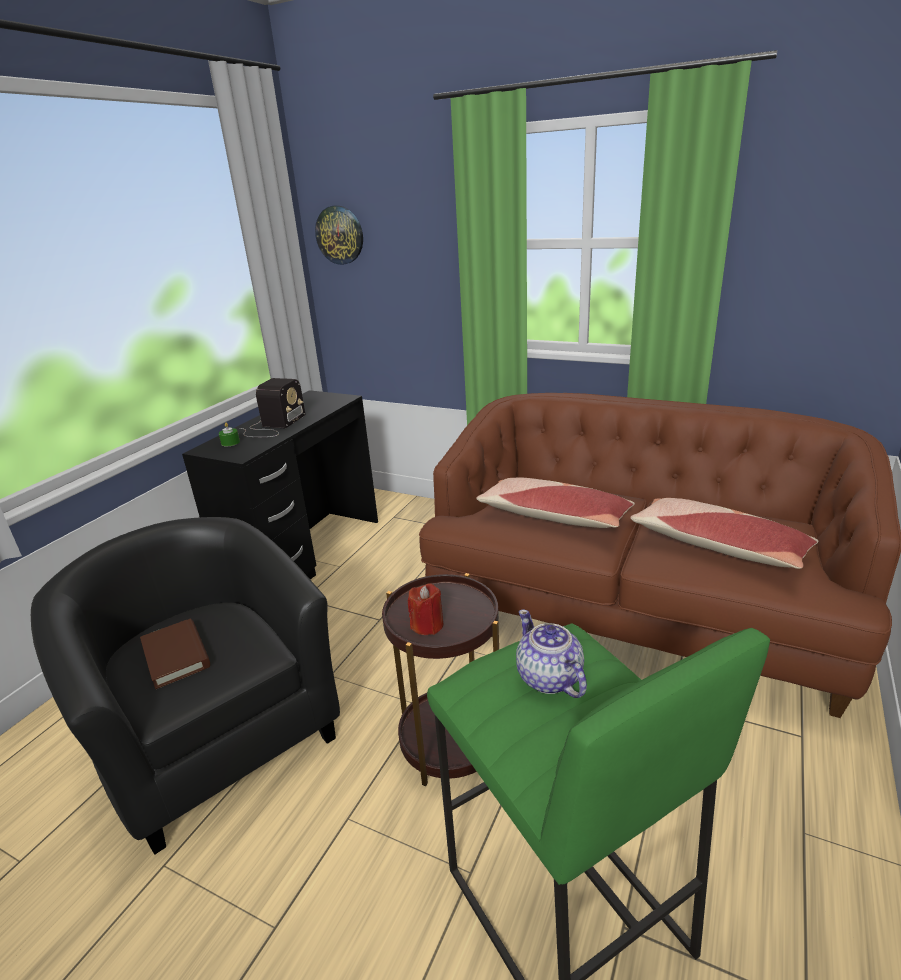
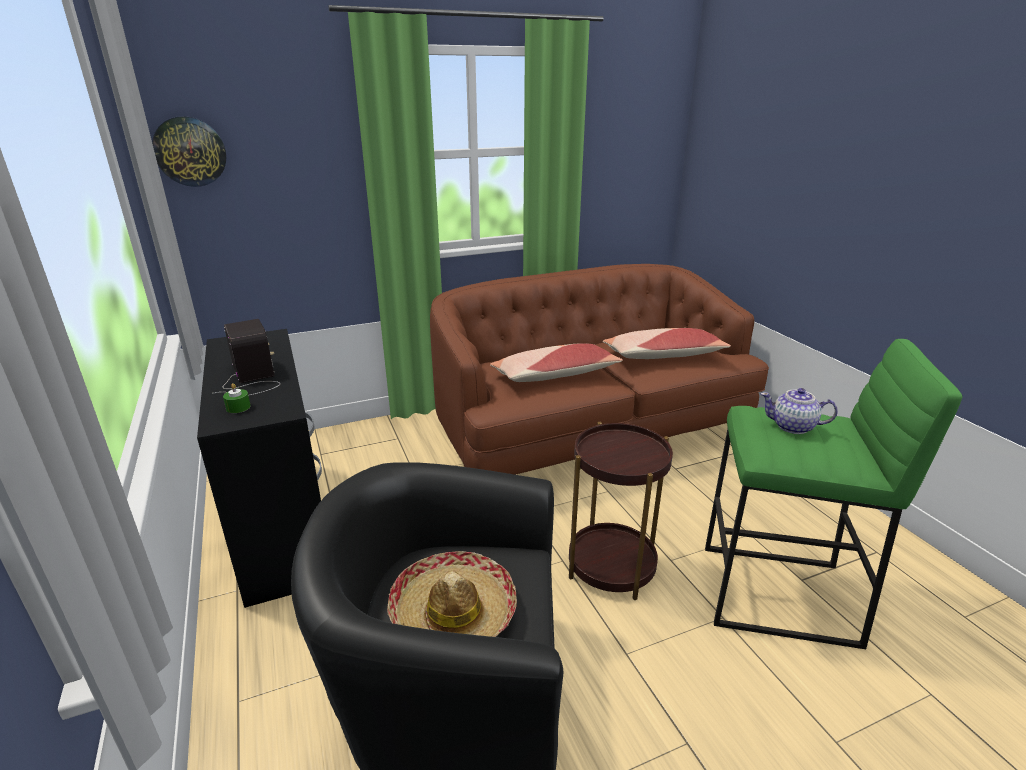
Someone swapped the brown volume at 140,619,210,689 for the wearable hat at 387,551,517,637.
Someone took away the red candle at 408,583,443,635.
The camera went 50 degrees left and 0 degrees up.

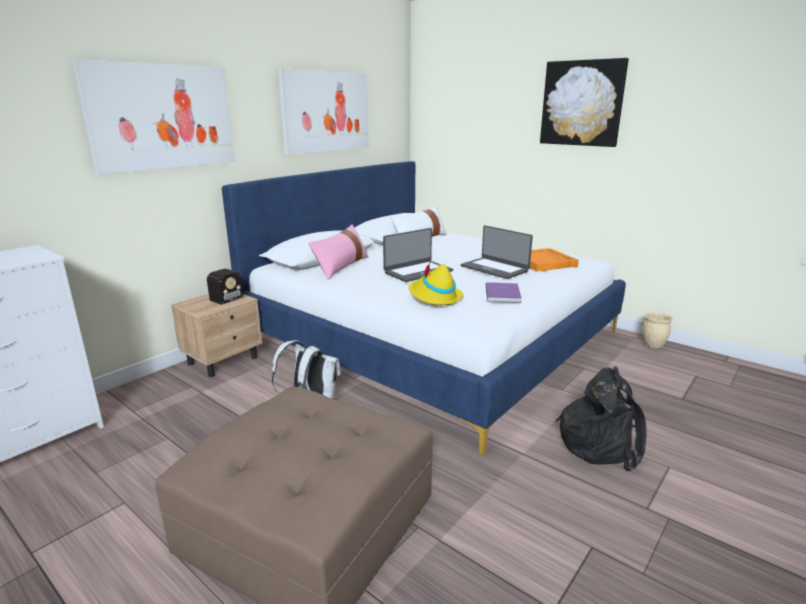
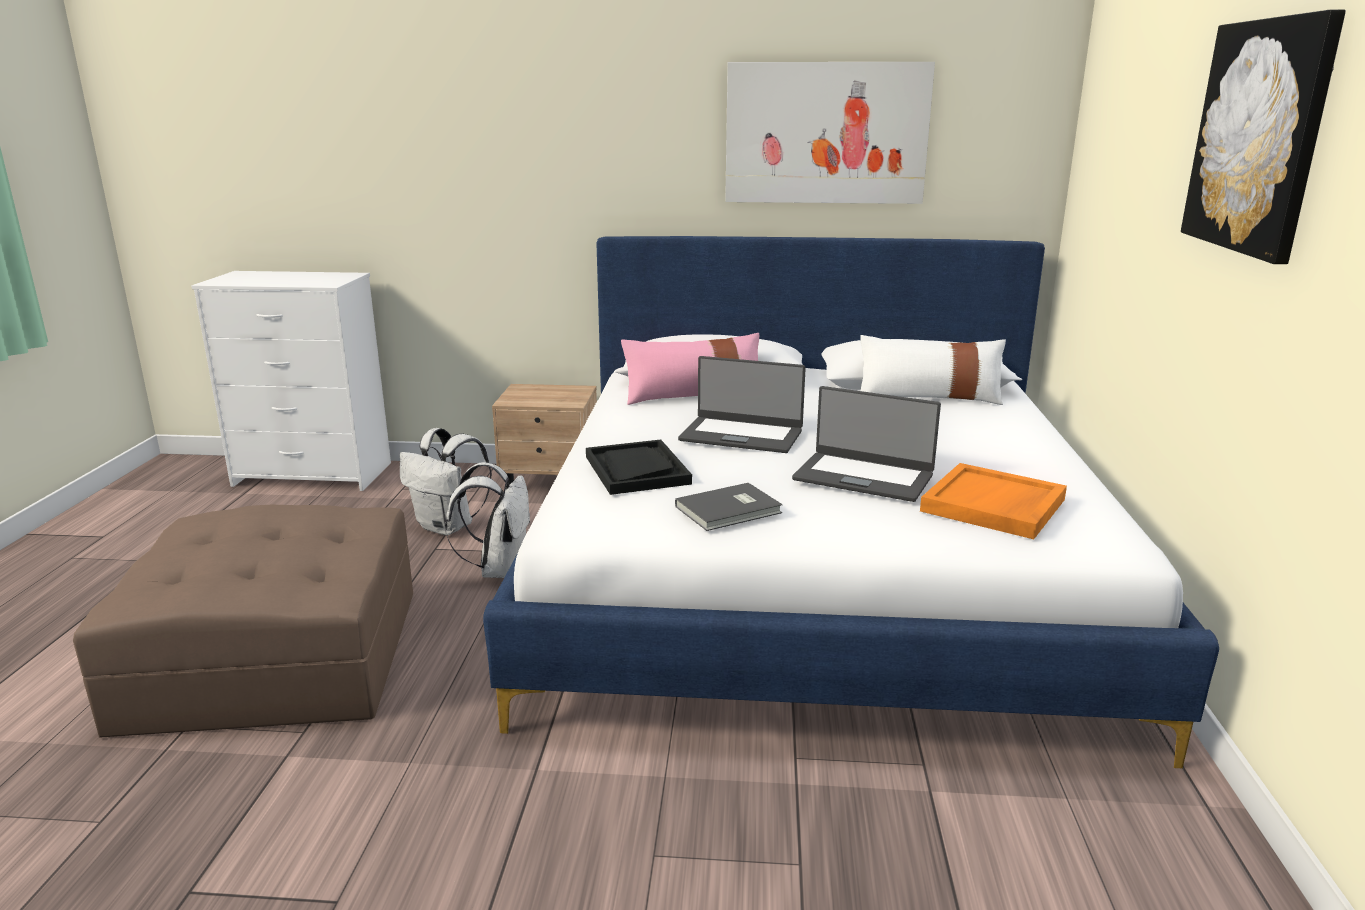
Someone took away the wall picture at 72,59,235,174.
Someone took away the radio set at 193,269,244,309.
Someone swapped the yellow wearable hat at 409,263,463,305 for the blackish tray at 586,439,692,495.
Someone rotated the laptop at 461,225,533,279 by 75 degrees counterclockwise.
Someone repainted the purple-coloured volume at 485,282,522,303, which became the gray volume at 675,483,783,531.
Someone took away the blackish rucksack at 556,366,647,471.
Someone took away the beige-coloured planter at 642,312,673,348.
Someone put down the white-coloured rucksack at 400,428,492,536.
The camera went 55 degrees right and 0 degrees up.

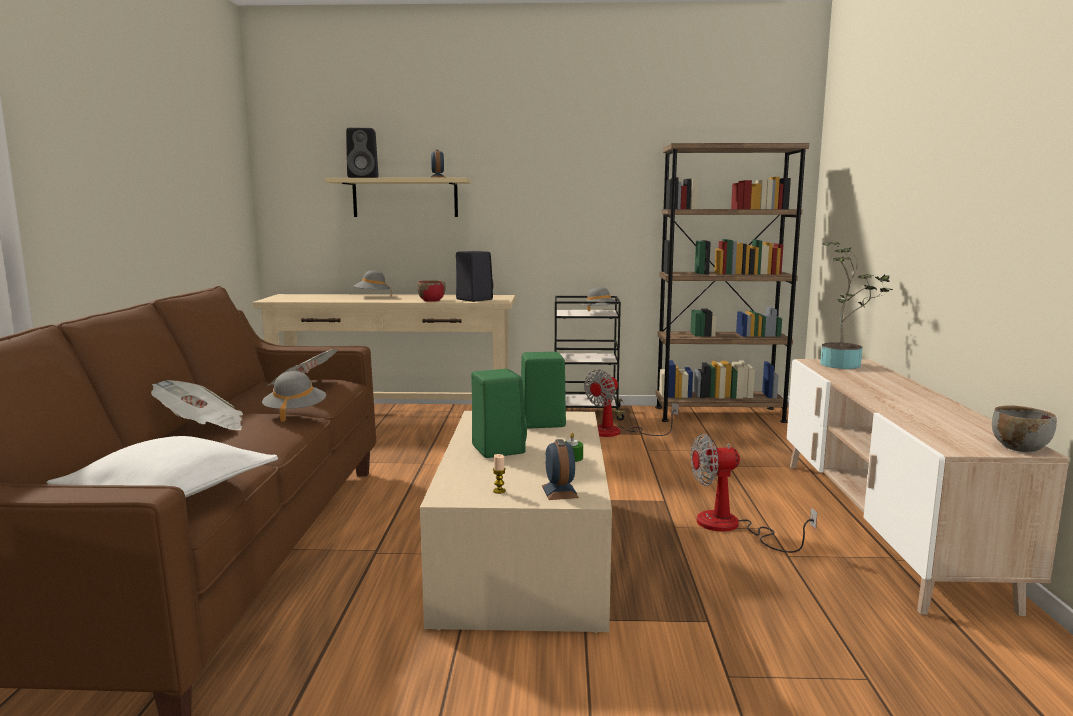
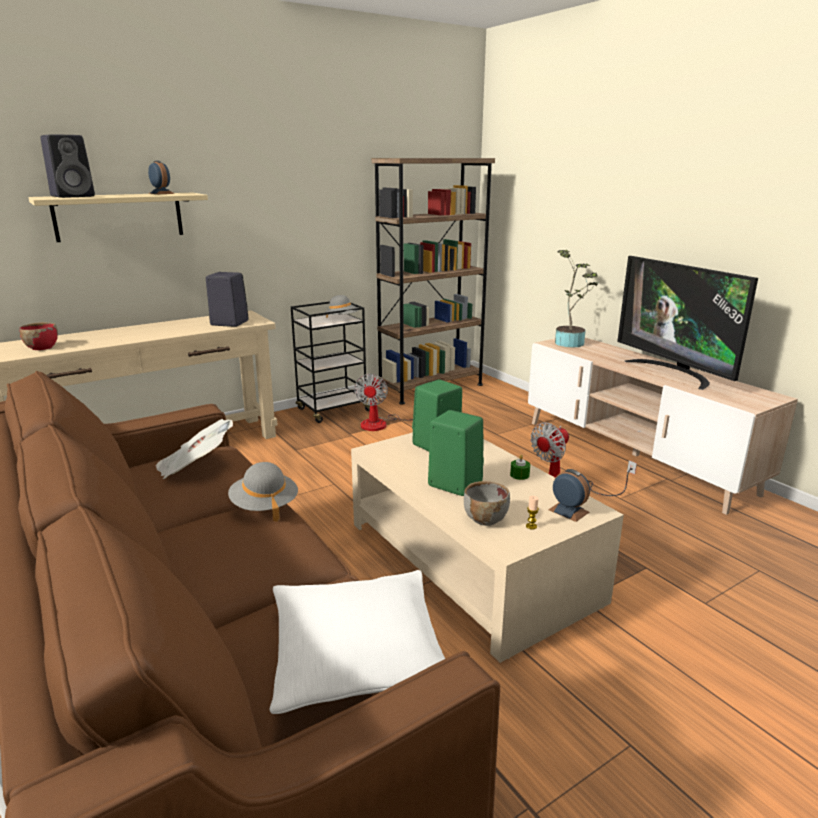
Someone took away the daily paper at 151,380,243,430.
Someone took away the gray wearable hat at 354,270,392,296.
Someone carried the red deep dish from 417,280,446,302 to 19,322,58,350.
Someone carried the gray deep dish from 992,405,1057,452 to 464,481,510,526.
Someone put down the TV at 617,256,758,390.
The camera went 35 degrees left and 10 degrees up.

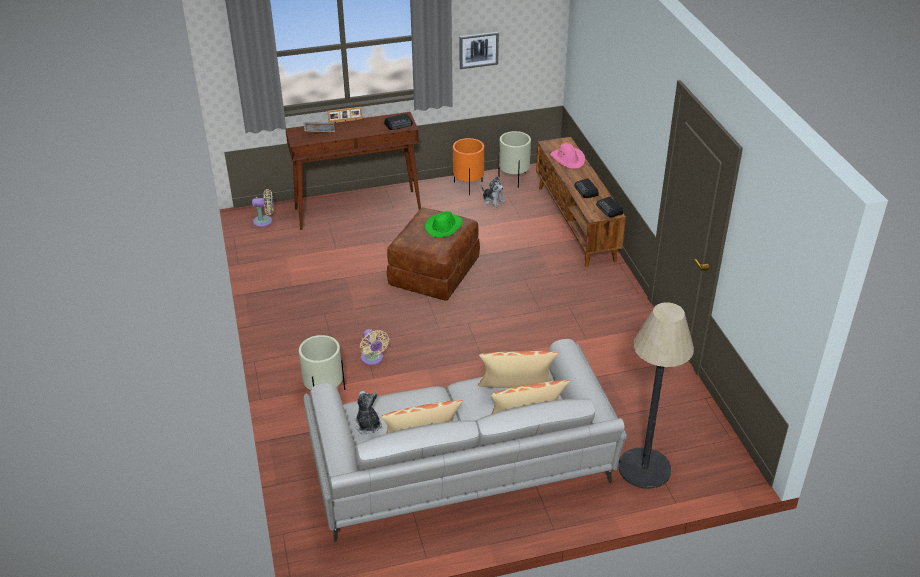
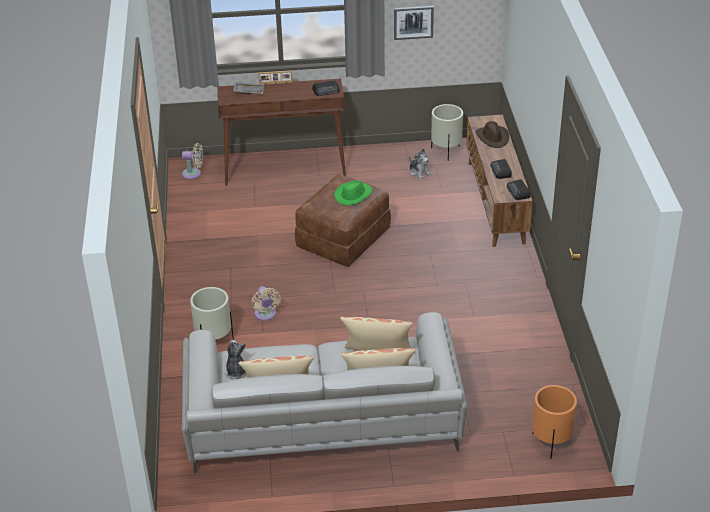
Someone carried the orangey planter from 453,138,484,195 to 532,385,577,459.
Someone repainted the pink-coloured wearable hat at 550,143,585,169, which became the brown wearable hat at 476,121,509,148.
Someone took away the floor lamp at 618,302,694,489.
The camera went 10 degrees right and 0 degrees up.

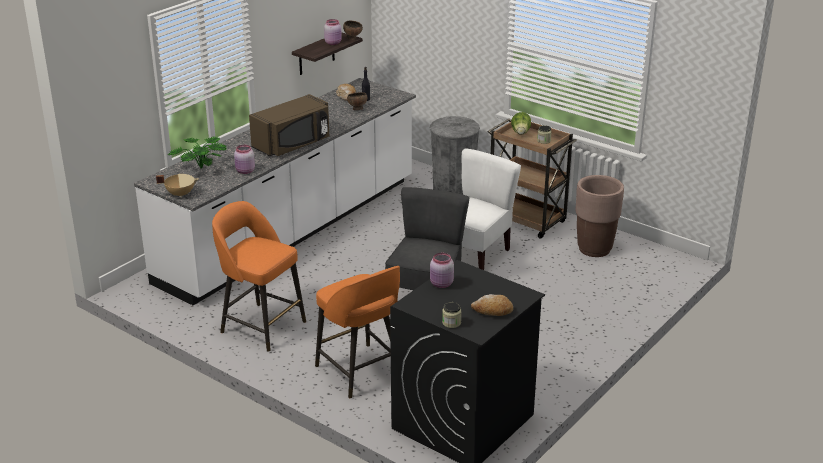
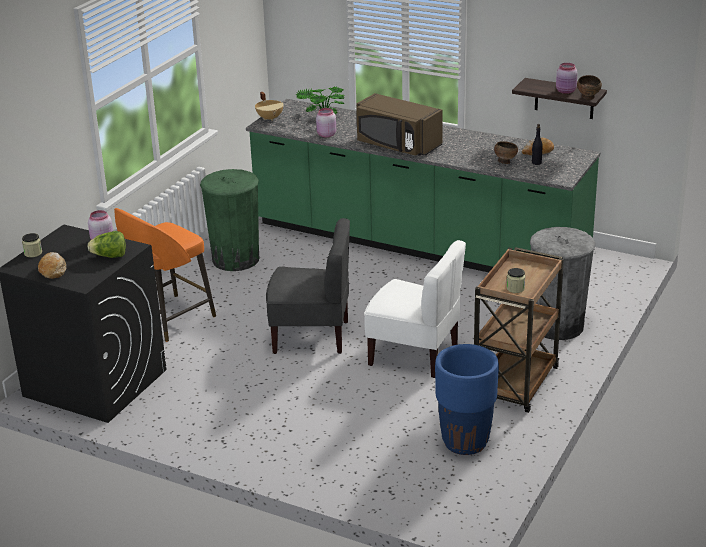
Someone repainted the white-coloured counter at 134,78,416,305, which became the greenish counter at 246,99,600,272.
Someone swapped the orangey sitting stool at 212,201,306,352 for the greenish waste bin at 200,169,260,271.
Someone carried the lettuce from 511,112,531,135 to 88,231,126,258.
Someone repainted the brown planter at 576,175,624,257, which became the bluish planter at 435,344,499,455.
The camera went 80 degrees right and 0 degrees up.

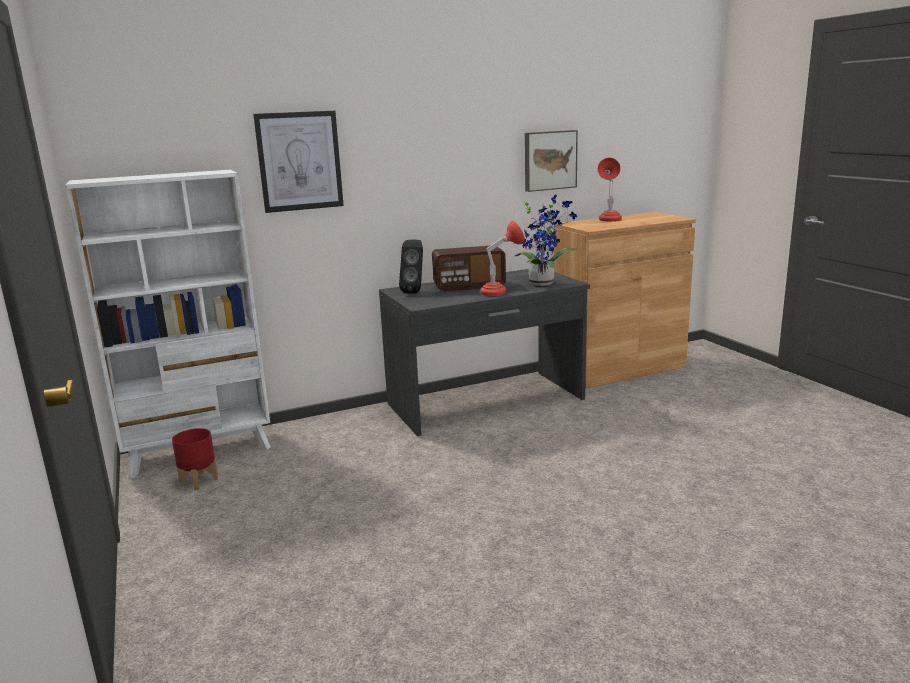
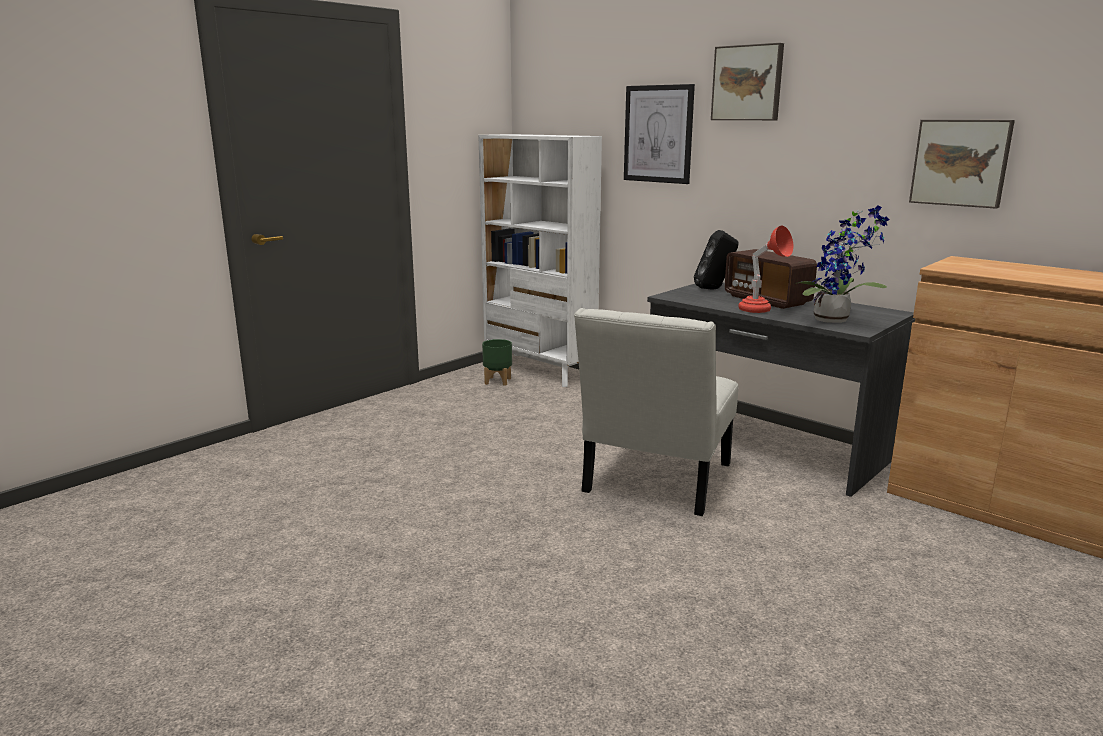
Someone repainted the red planter at 172,428,218,490, which became the greenish planter at 482,339,512,386.
Someone took away the red tabletop lamp at 598,158,622,221.
Someone put down the white-coloured upright chair at 574,308,738,516.
Someone put up the wall picture at 711,43,784,120.
The camera went 65 degrees right and 0 degrees up.

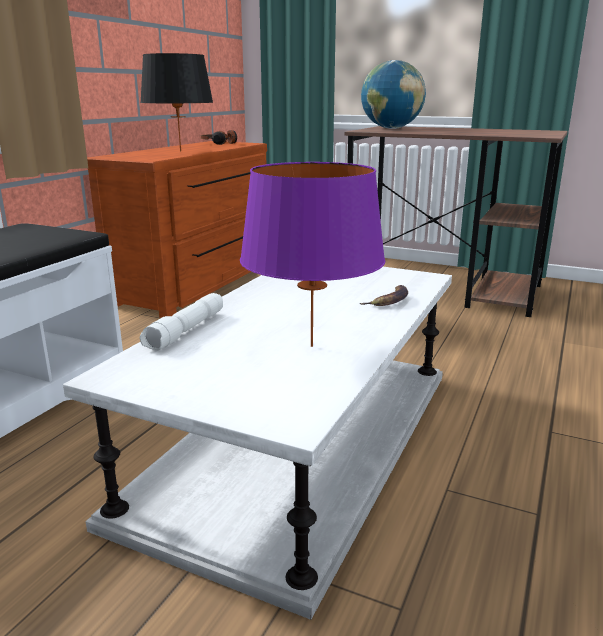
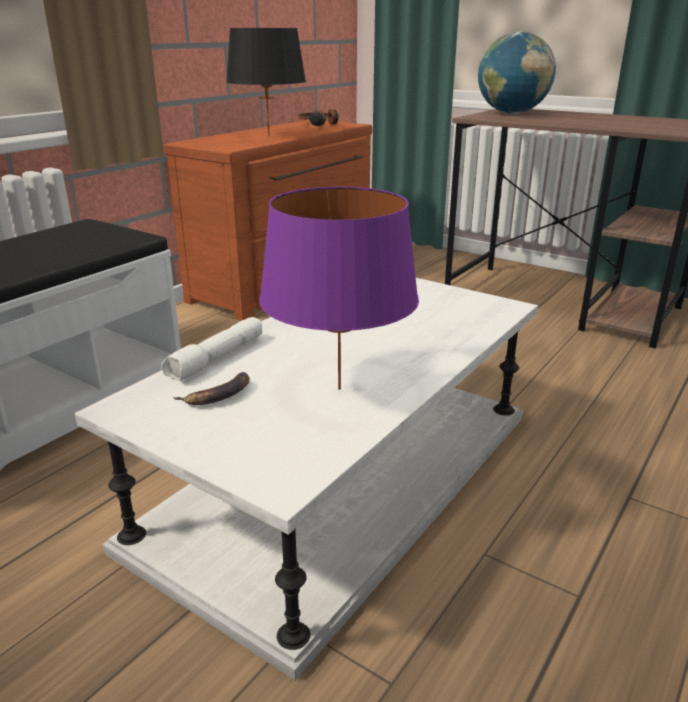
Someone carried the banana fruit from 360,285,408,306 to 173,372,250,405.
The camera went 10 degrees right and 5 degrees up.

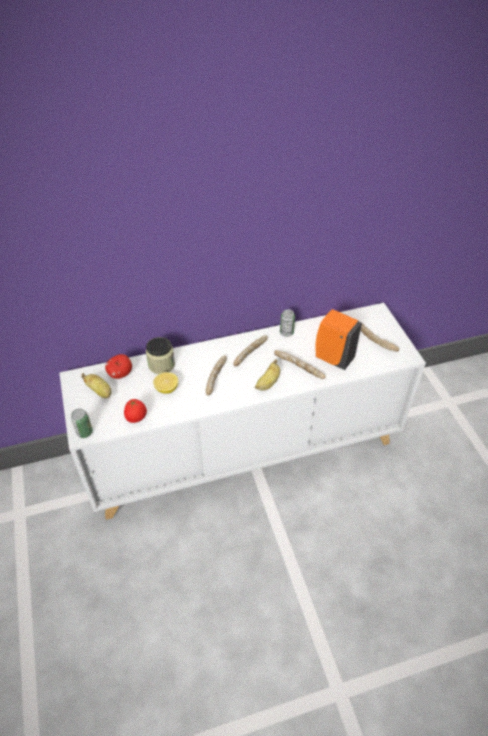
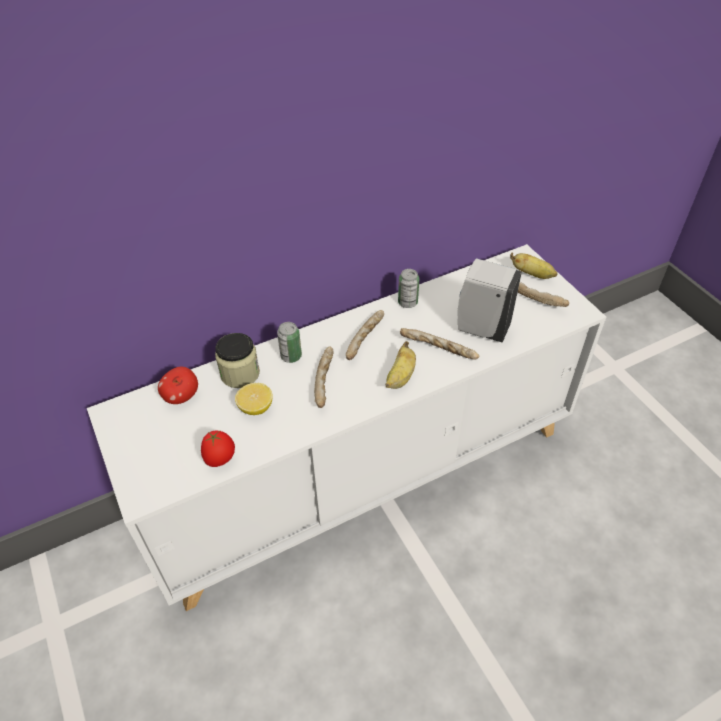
Someone carried the sealed can from 71,408,93,438 to 277,322,302,363.
Someone carried the banana fruit from 82,373,112,398 to 510,252,557,279.
Someone repainted the orangey soap bottle at 316,309,362,370, which became the white-coloured soap bottle at 458,258,522,342.
The camera went 10 degrees left and 0 degrees up.

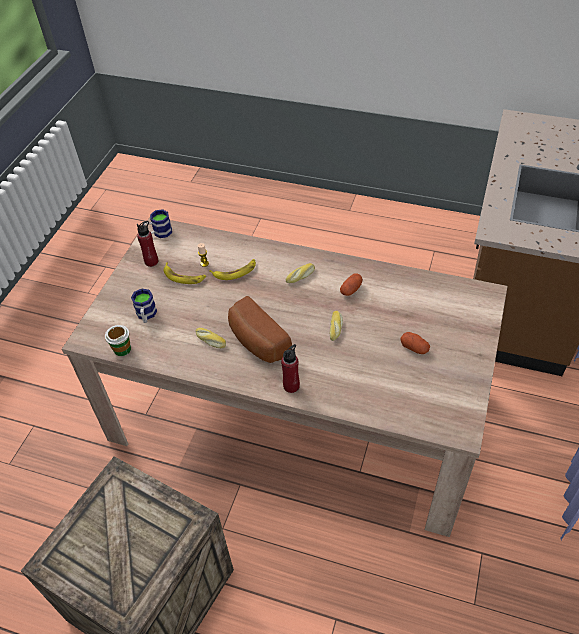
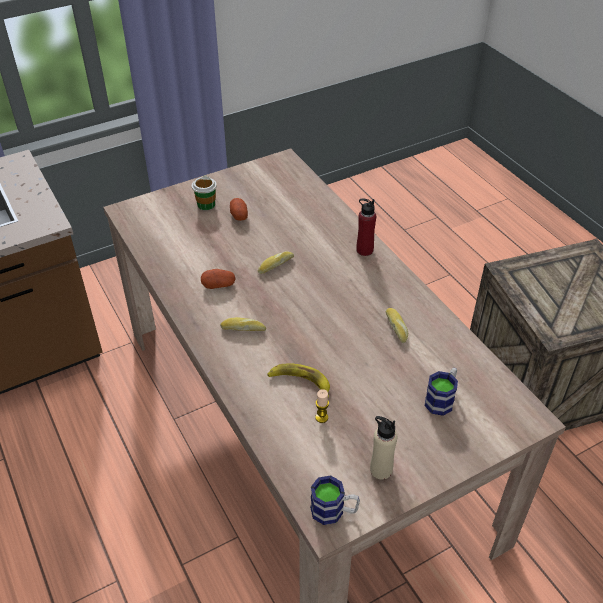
Someone carried the drinking cup from 105,325,131,356 to 192,176,217,210.
Someone repainted the red beverage bottle at 137,221,158,267, which became the beige-coloured beverage bottle at 370,416,398,479.
Someone took away the banana fruit at 164,262,206,284.
Someone took away the bread at 228,296,292,363.
The camera went 140 degrees left and 5 degrees down.

